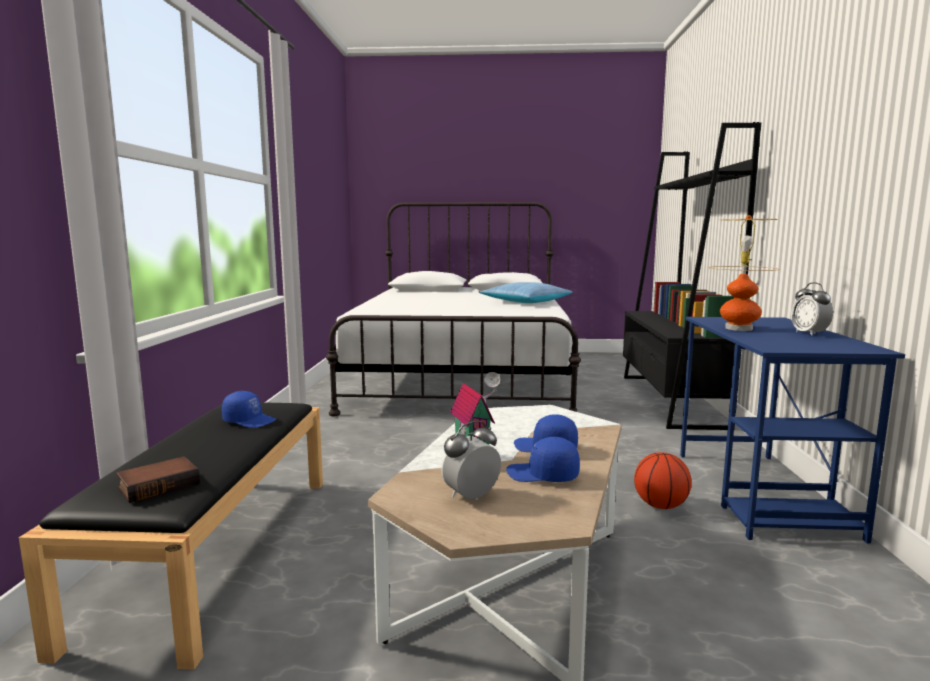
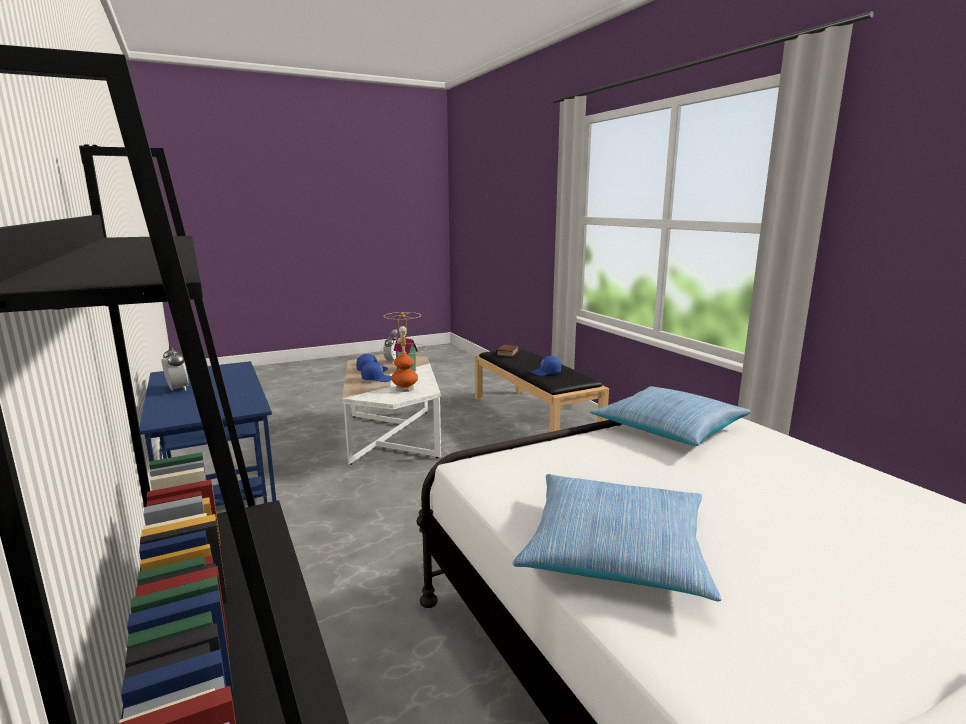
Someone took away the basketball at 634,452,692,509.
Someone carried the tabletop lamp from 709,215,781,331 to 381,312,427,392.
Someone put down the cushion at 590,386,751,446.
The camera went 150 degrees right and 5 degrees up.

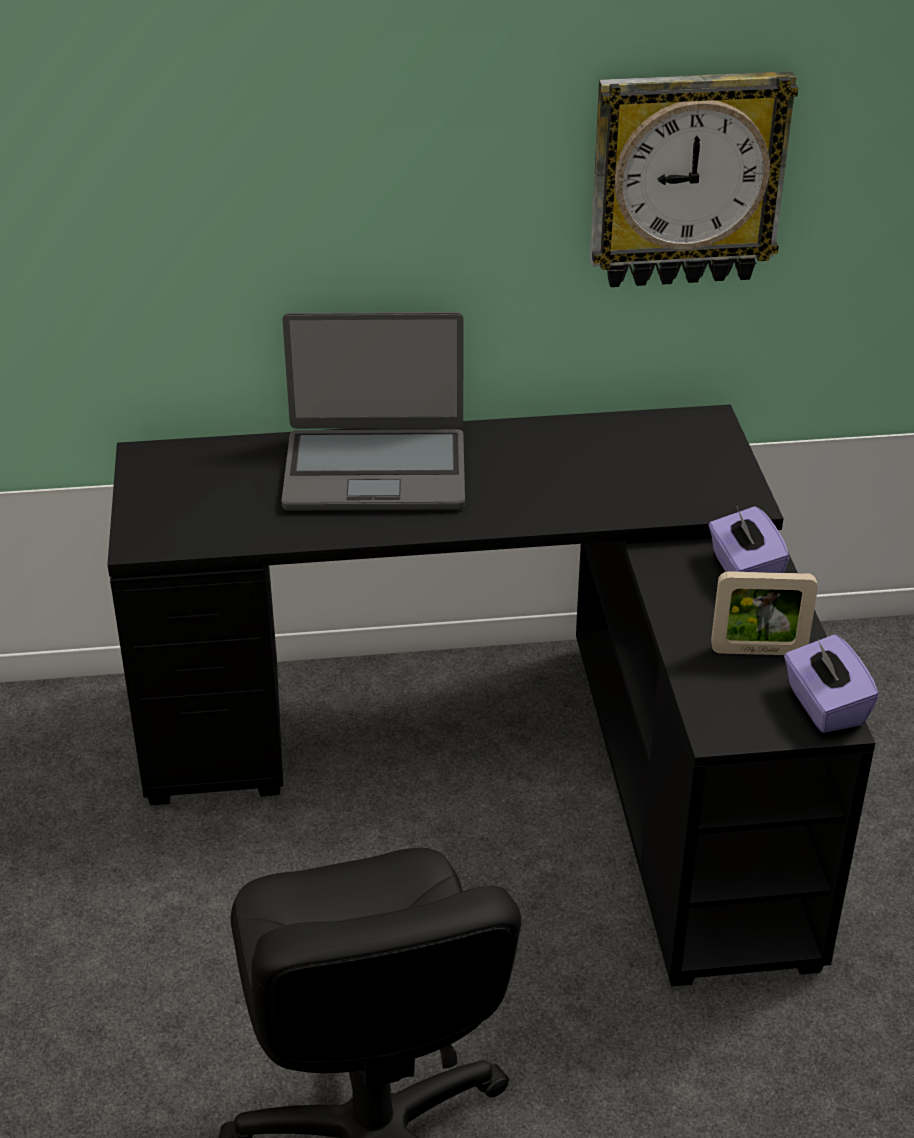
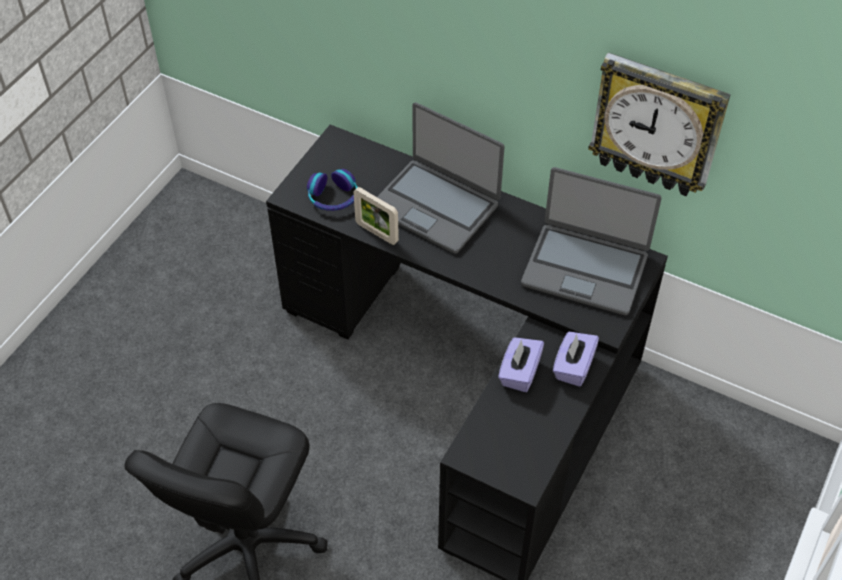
Someone carried the standing frame from 711,571,818,655 to 354,187,399,245.
Someone carried the purple-coloured box of tissues from 784,634,879,733 to 498,337,544,392.
Someone put down the headset at 307,169,358,211.
Someone put down the laptop at 521,167,661,315.
The camera went 35 degrees right and 15 degrees up.

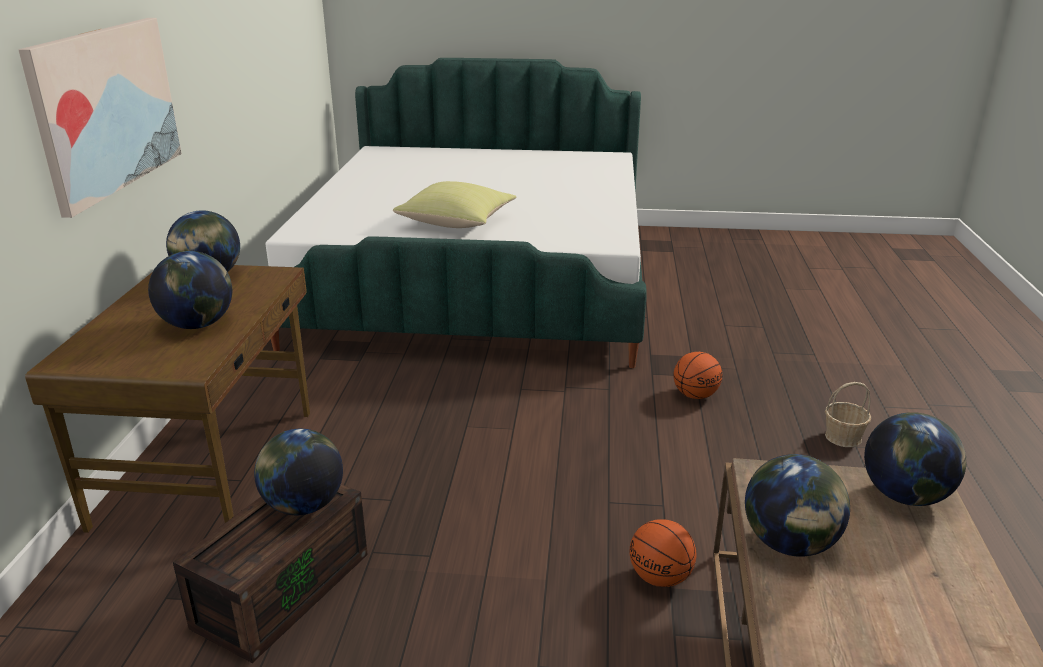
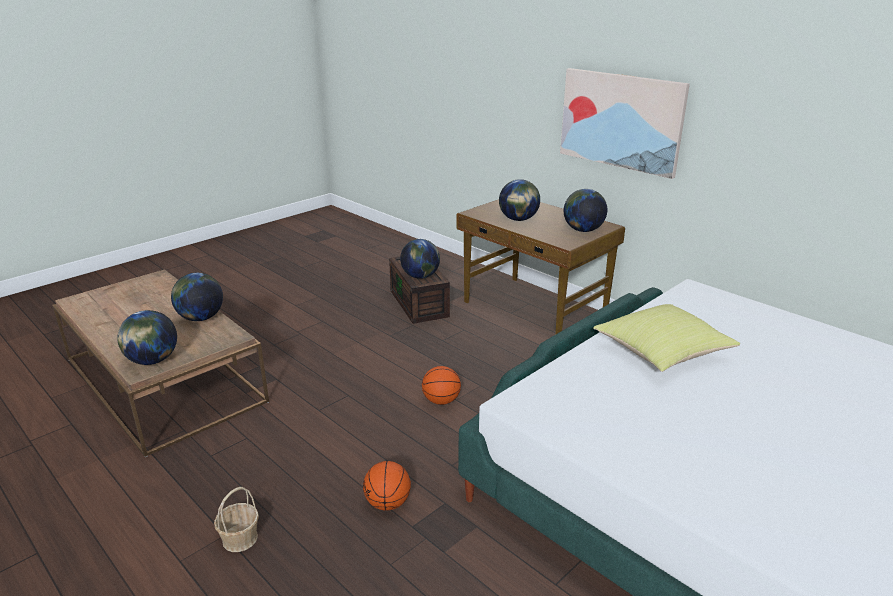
Someone carried the basketball from 629,519,696,587 to 422,366,461,405.
The camera went 130 degrees right and 0 degrees up.

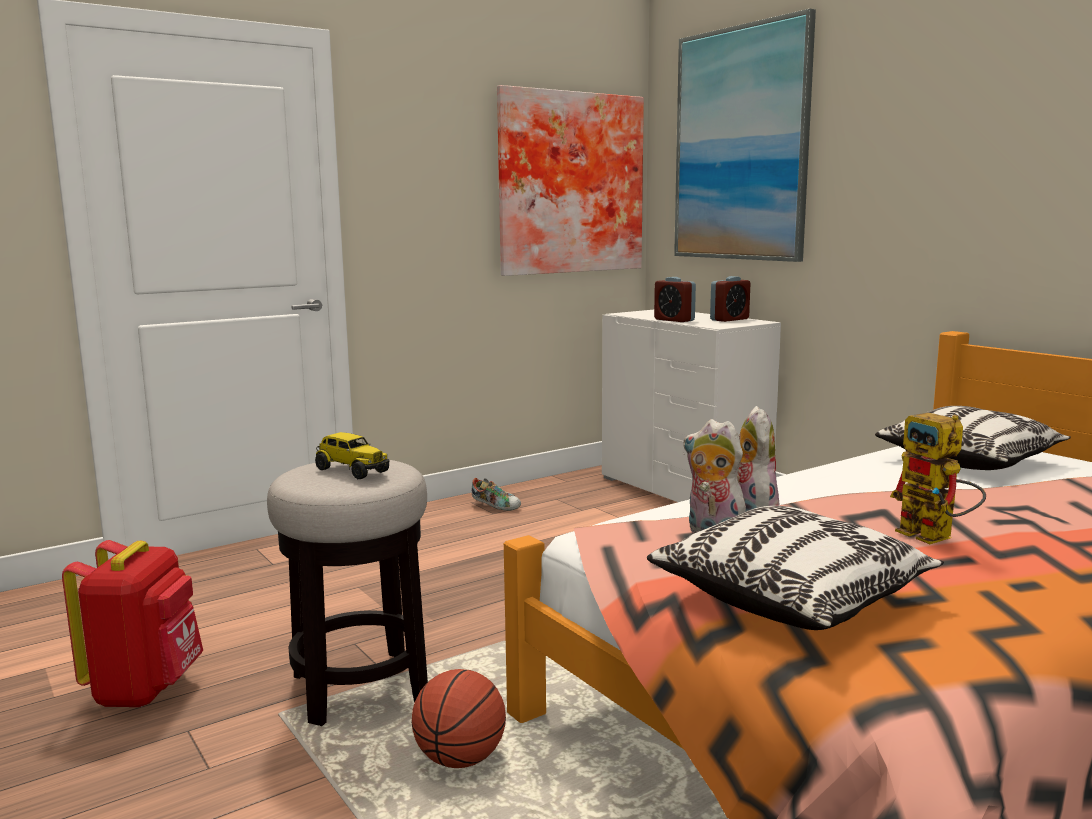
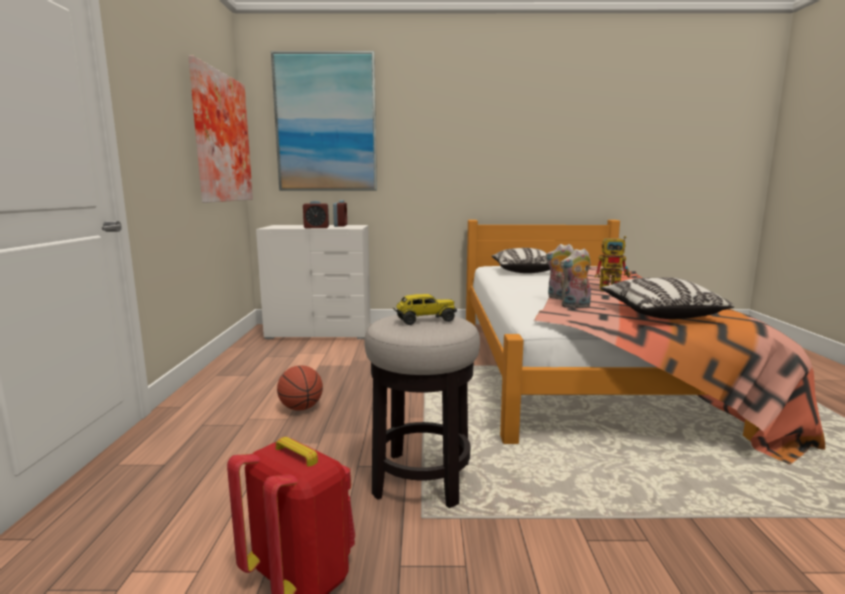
Someone carried the basketball from 412,669,506,768 to 277,365,323,411.
Someone took away the shoe at 471,478,521,511.
The camera went 55 degrees left and 0 degrees up.

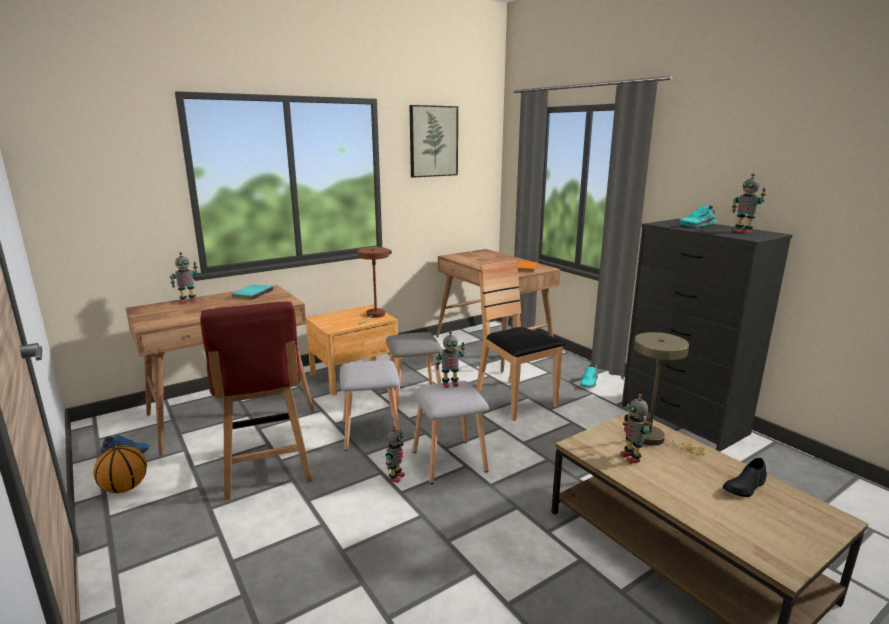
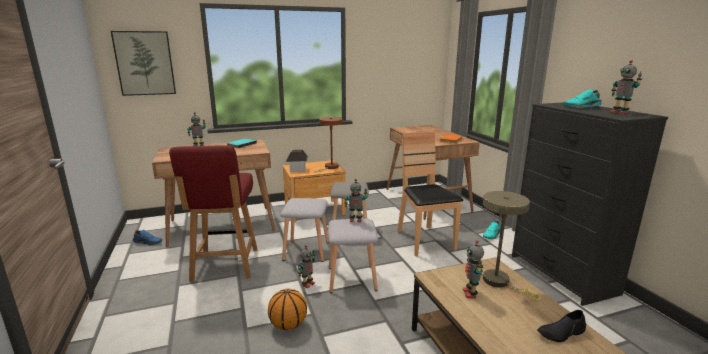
Someone carried the basketball from 93,445,147,493 to 268,289,307,330.
Someone carried the wall picture from 409,105,458,178 to 111,31,176,96.
Someone put down the toy house at 286,150,308,172.
The camera went 15 degrees right and 0 degrees up.

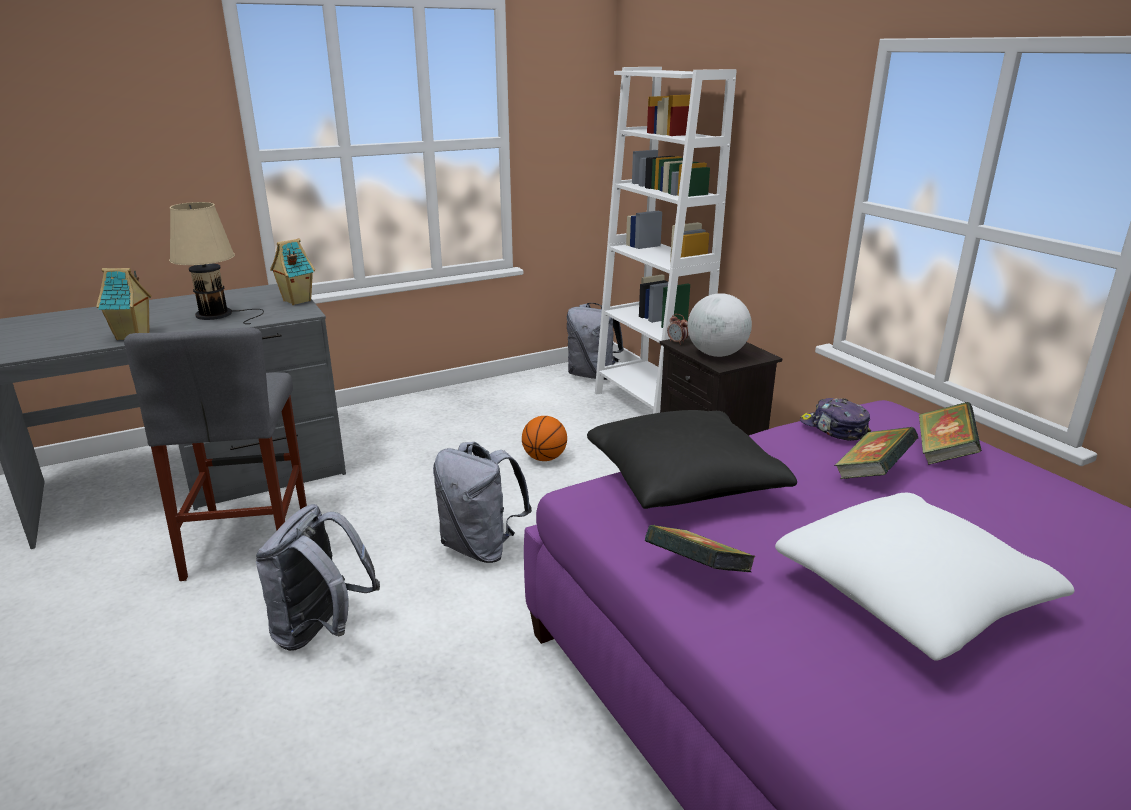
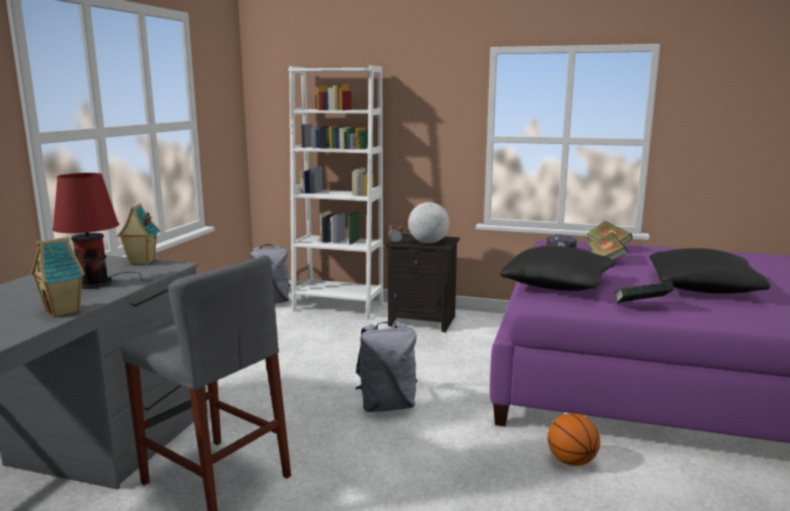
Someone repainted the beige-coloured tabletop lamp at 169,202,264,324, which became the red tabletop lamp at 52,173,153,289.
Someone took away the gray rucksack at 256,504,380,651.
Someone carried the basketball from 522,416,567,461 to 548,413,600,466.
Someone repainted the white-coloured cushion at 775,493,1074,661, which became the blackish cushion at 649,248,770,294.
The camera went 45 degrees left and 10 degrees down.

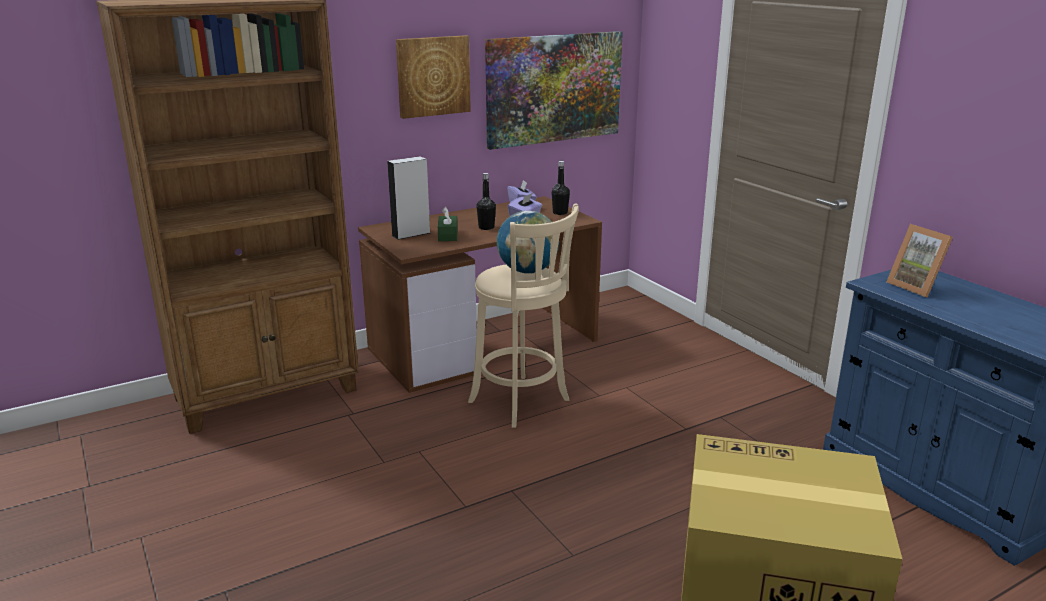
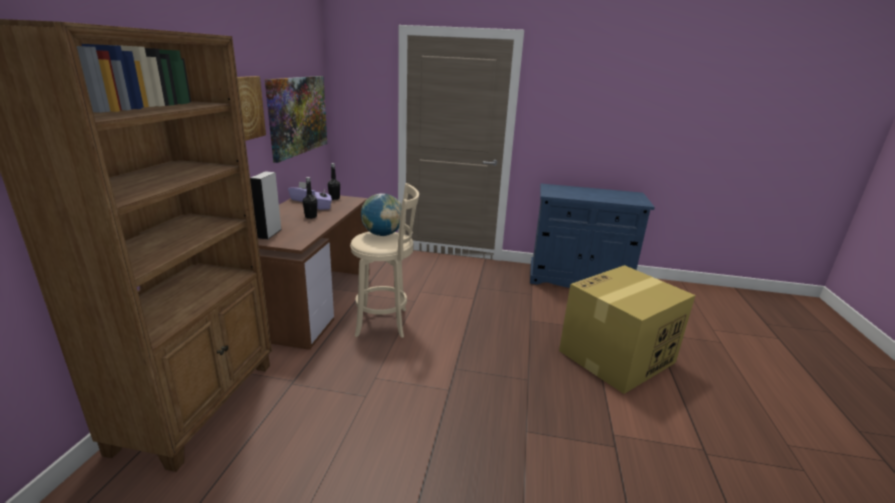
Someone took away the greenish box of tissues at 438,207,457,241.
Someone took away the standing frame at 887,224,953,297.
The camera went 50 degrees left and 0 degrees up.

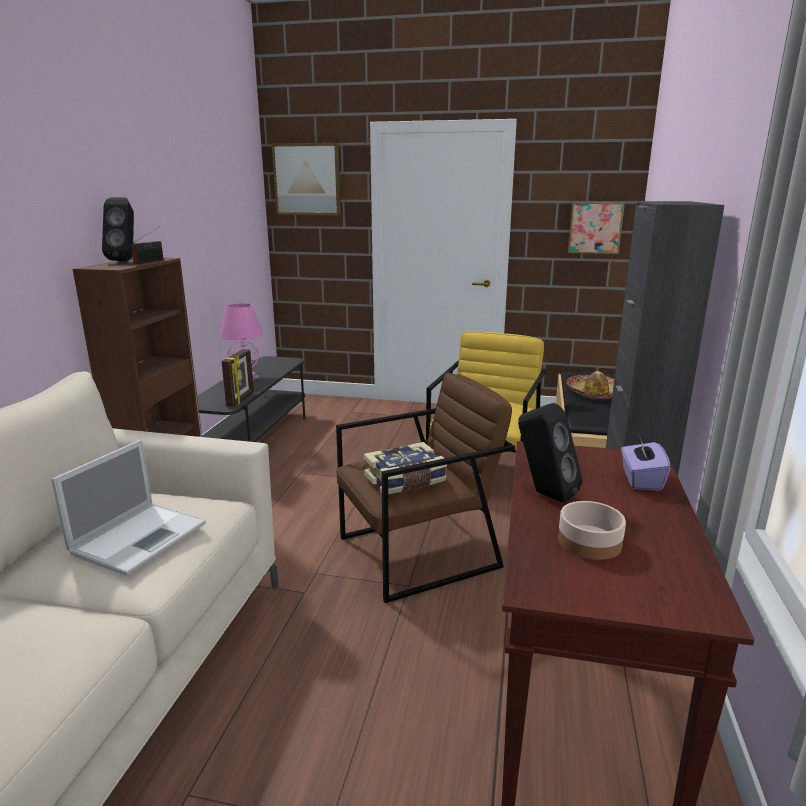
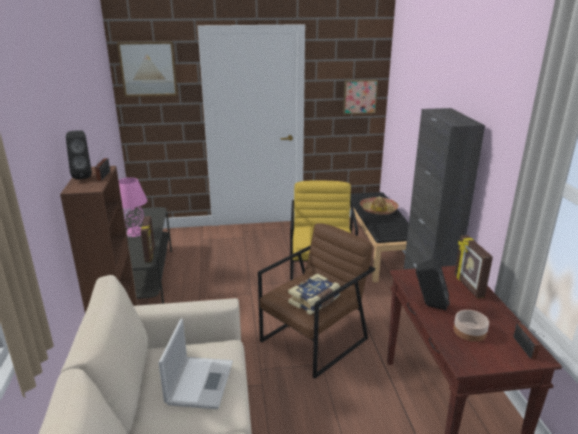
Someone swapped the purple-coloured box of tissues at 621,438,671,491 for the standing frame at 454,235,493,298.
Someone put down the radio set at 513,323,543,359.
The camera went 20 degrees left and 5 degrees up.

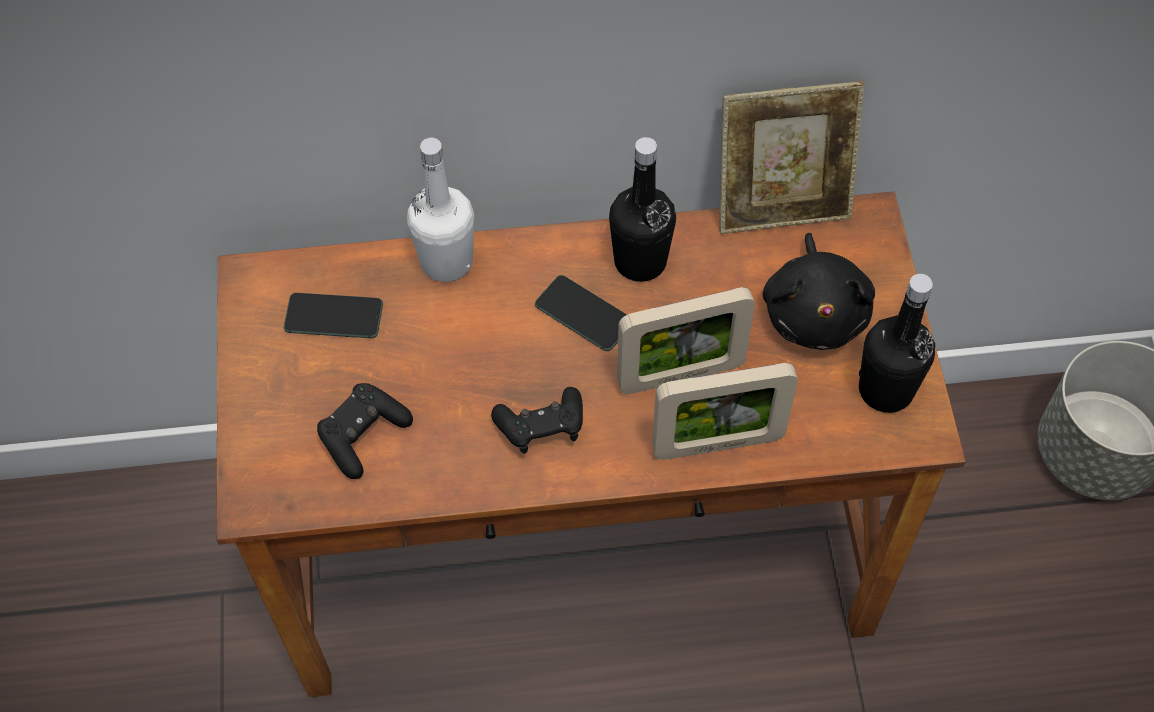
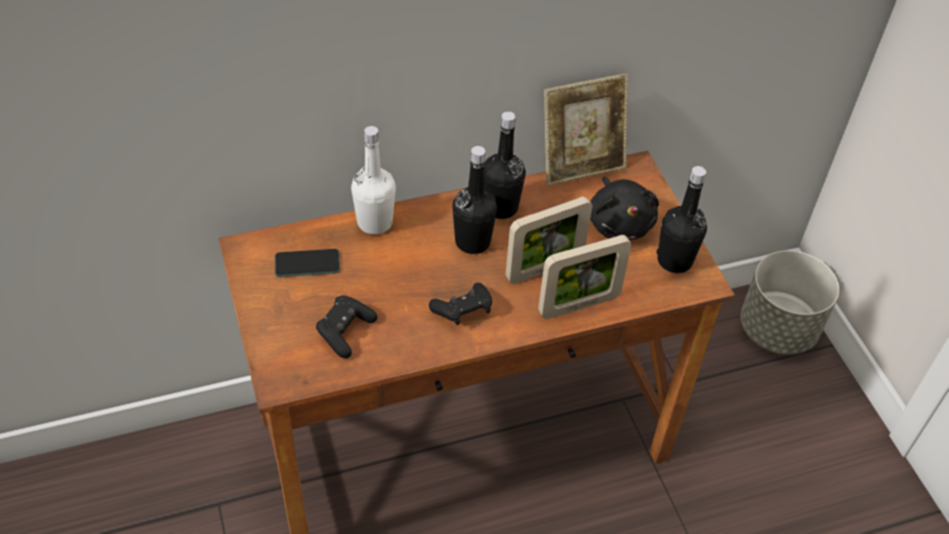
Someone swapped the handset at 535,275,627,351 for the blackish beverage bottle at 452,146,497,254.
The camera went 15 degrees left and 10 degrees down.

